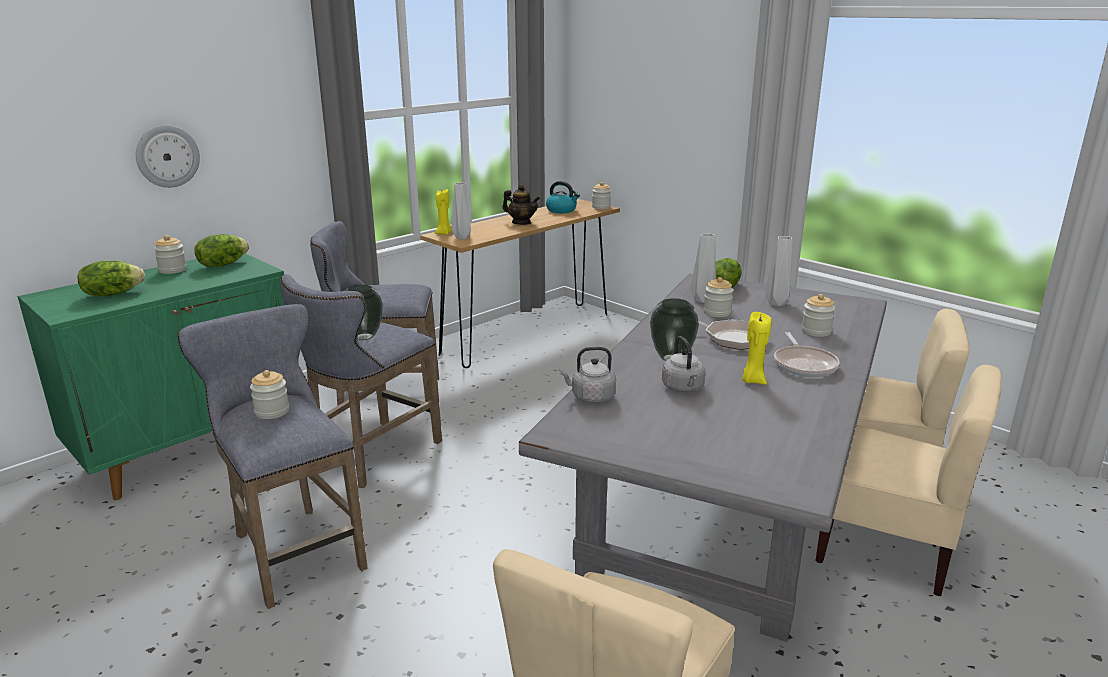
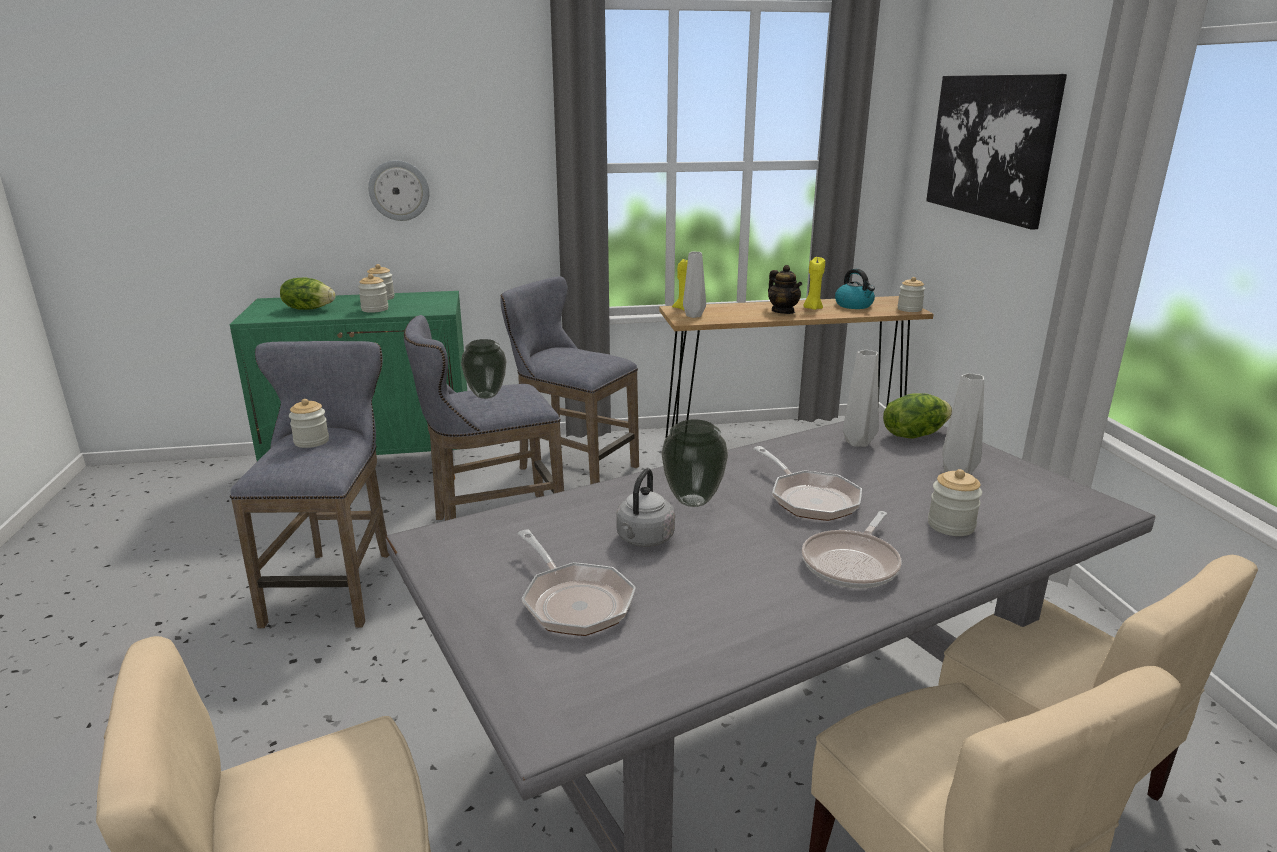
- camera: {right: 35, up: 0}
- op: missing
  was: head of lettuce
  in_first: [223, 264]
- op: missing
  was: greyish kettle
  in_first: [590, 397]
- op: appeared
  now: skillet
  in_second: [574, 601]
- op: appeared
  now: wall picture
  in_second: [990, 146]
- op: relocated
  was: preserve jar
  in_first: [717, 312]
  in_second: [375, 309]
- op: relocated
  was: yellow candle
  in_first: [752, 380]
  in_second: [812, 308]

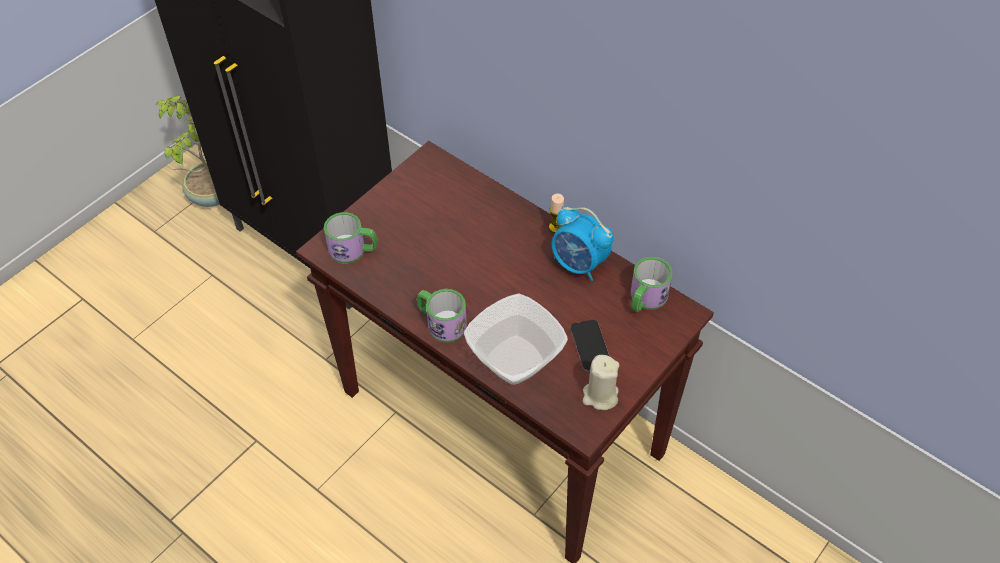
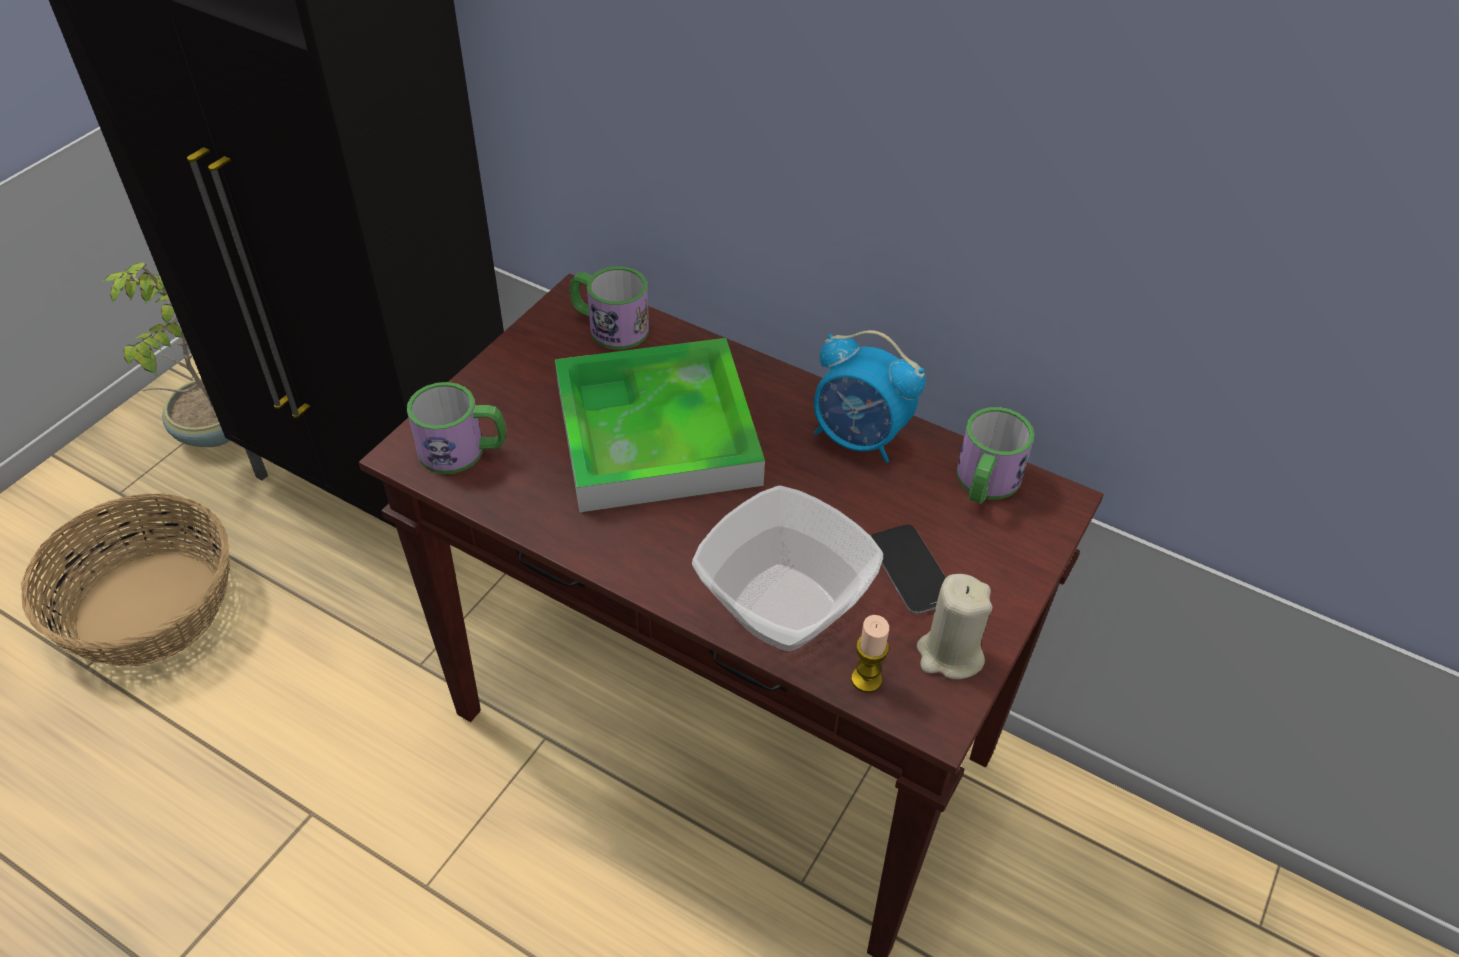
- camera: {right: -10, up: -5}
- op: appeared
  now: household basket
  in_second: [151, 608]
- op: appeared
  now: serving tray
  in_second: [656, 433]
- op: relocated
  was: tea mug
  in_first: [441, 323]
  in_second: [609, 326]
- op: relocated
  was: candle
  in_first: [556, 227]
  in_second: [866, 679]

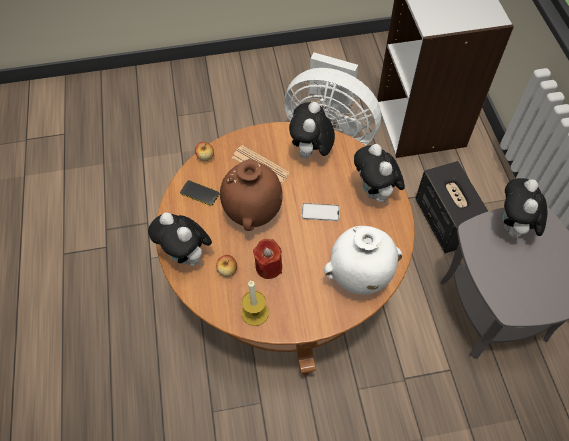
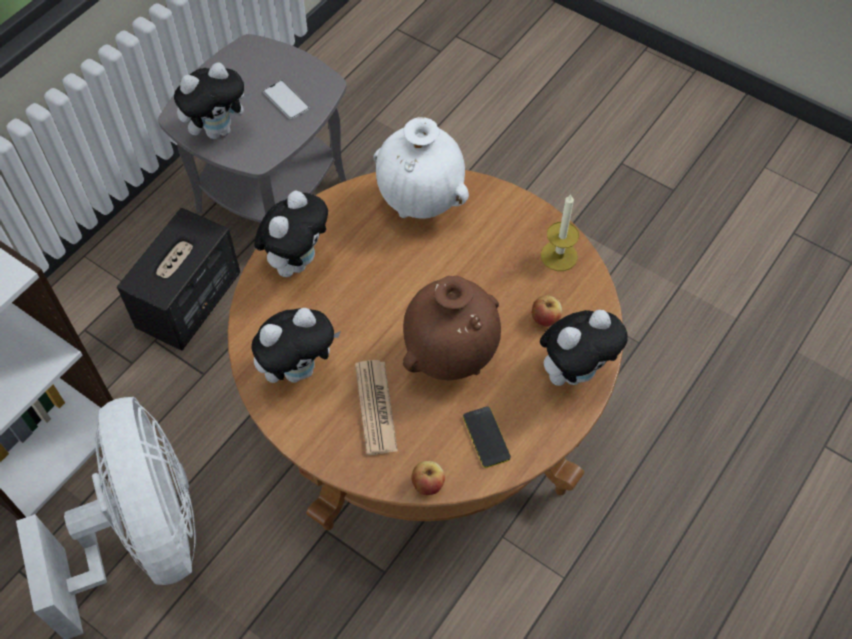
- camera: {right: -135, up: 0}
- op: missing
  was: red candle
  in_first: [268, 267]
- op: relocated
  was: phone
  in_first: [320, 212]
  in_second: [286, 100]
- op: spun
  was: cuddly toy
  in_first: [187, 256]
  in_second: [575, 371]
  clockwise: 60

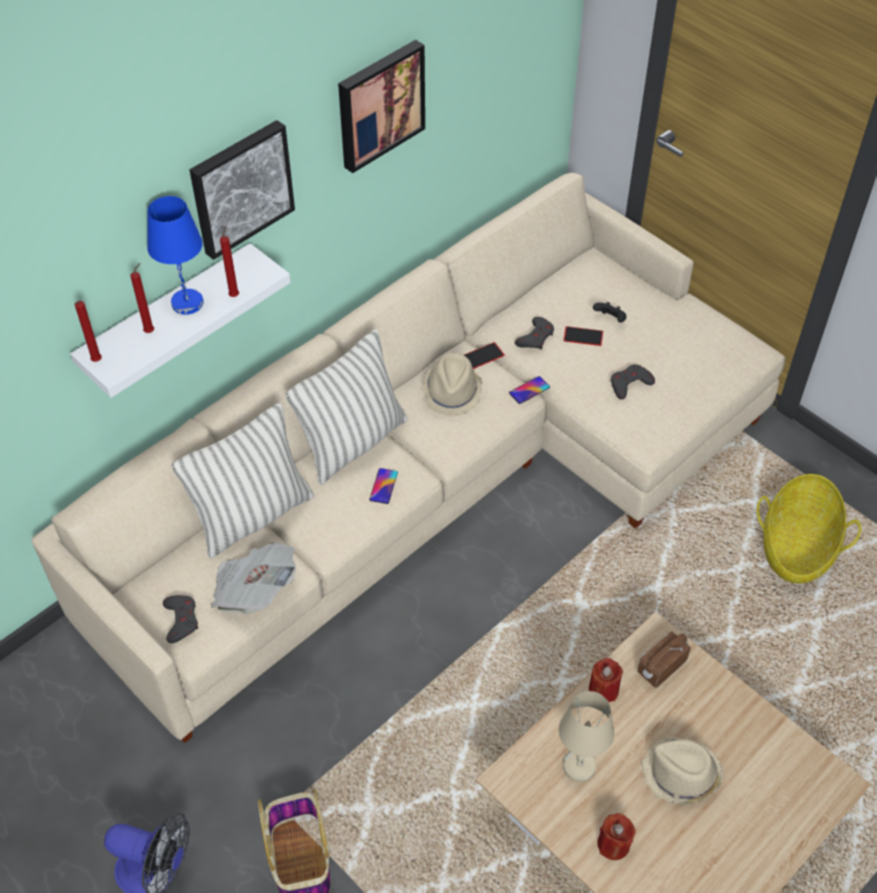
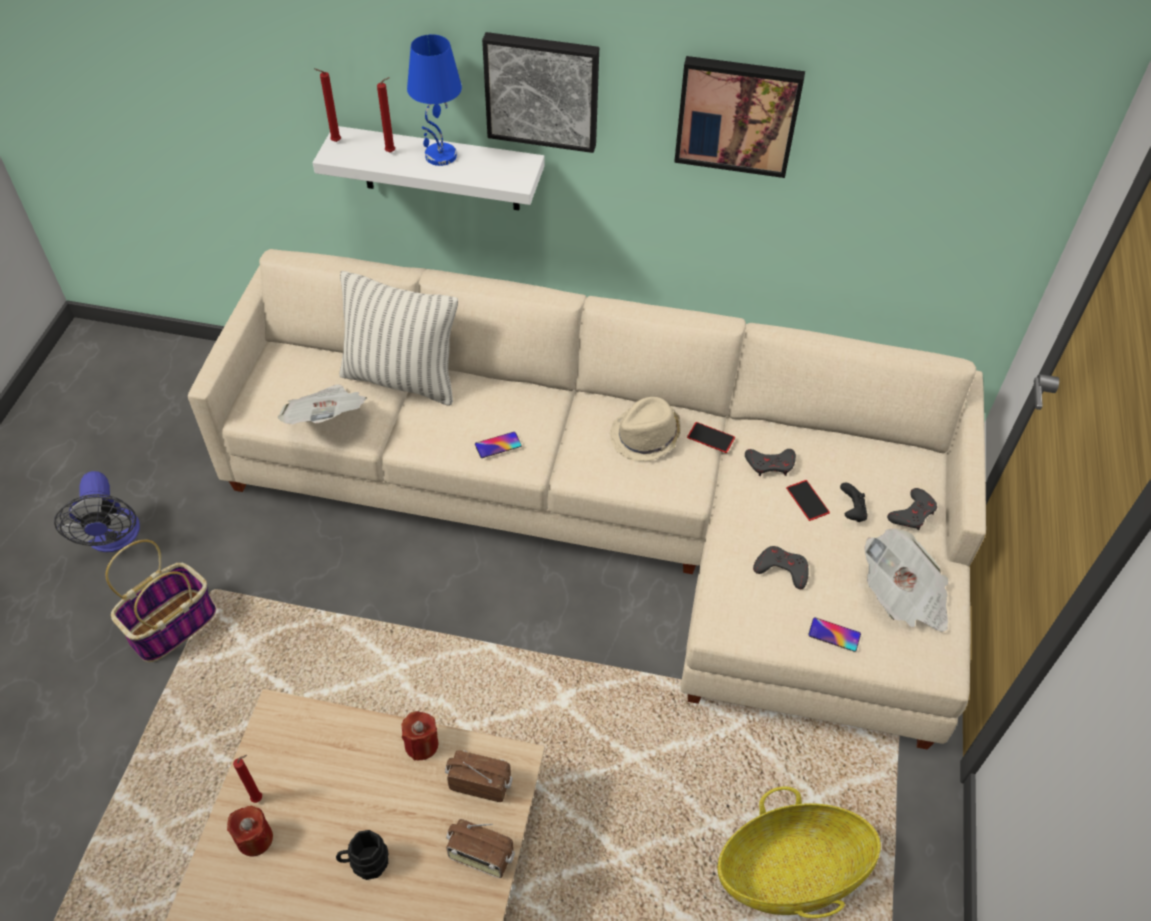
- camera: {right: 55, up: 0}
- op: missing
  was: cushion
  in_first: [353, 443]
- op: missing
  was: sand-coloured tabletop lamp
  in_first: [578, 766]
- op: appeared
  now: radio receiver
  in_second: [480, 856]
- op: appeared
  now: newspaper
  in_second: [903, 597]
- op: relocated
  was: greyish joypad
  in_first: [181, 620]
  in_second: [912, 513]
- op: relocated
  was: red candle
  in_first: [235, 295]
  in_second: [259, 798]
- op: relocated
  was: phone
  in_first: [529, 390]
  in_second: [834, 634]
- op: exchanged
  was: sand-coloured hat
  now: black-coloured tea mug
  in_first: [680, 775]
  in_second: [365, 863]

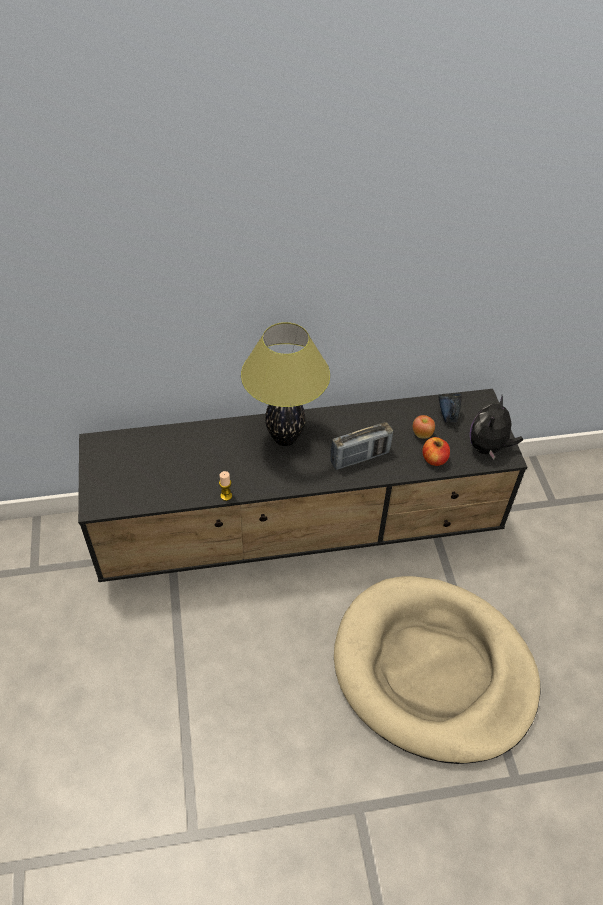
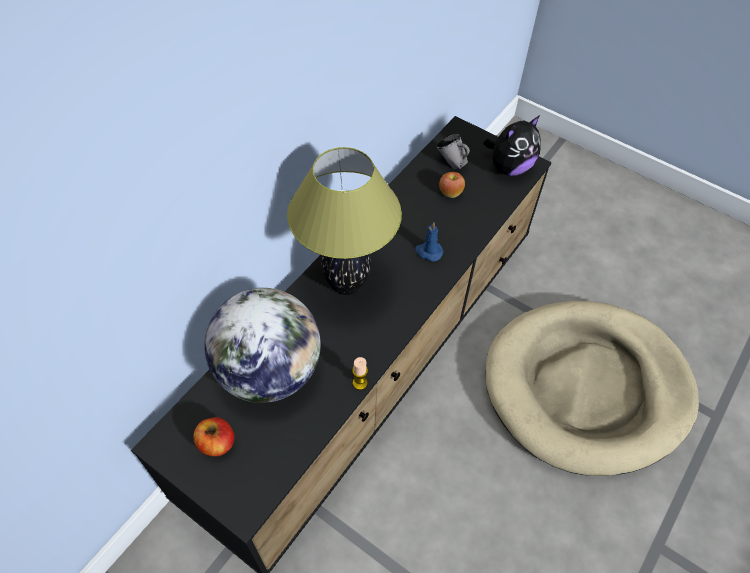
- camera: {right: -45, up: 5}
- op: appeared
  now: globe
  in_second: [269, 371]
- op: relocated
  was: whole apple
  in_first: [434, 459]
  in_second: [217, 443]
- op: exchanged
  was: radio receiver
  now: blue candle
  in_first: [360, 457]
  in_second: [428, 252]
- op: colour
  was: blue tea mug
  now: greyish tea mug
  in_first: [447, 417]
  in_second: [451, 164]
- op: spun
  was: cuddly toy
  in_first: [488, 447]
  in_second: [509, 167]
  clockwise: -105

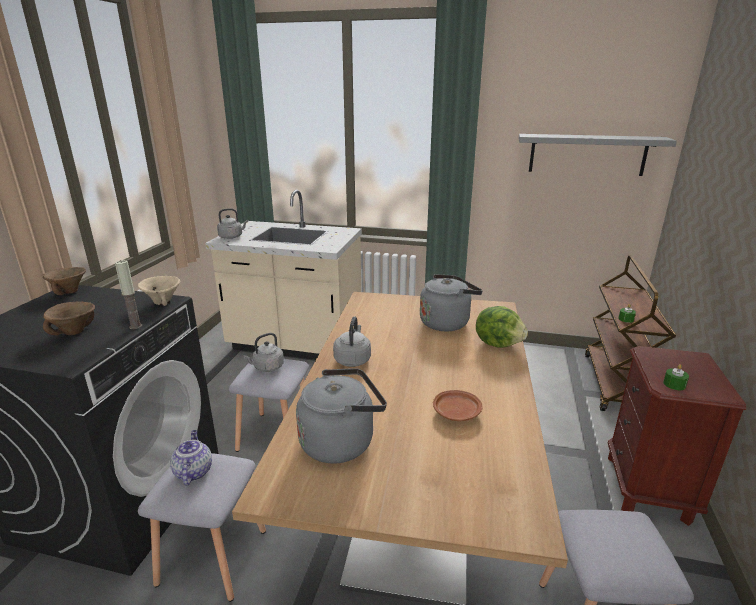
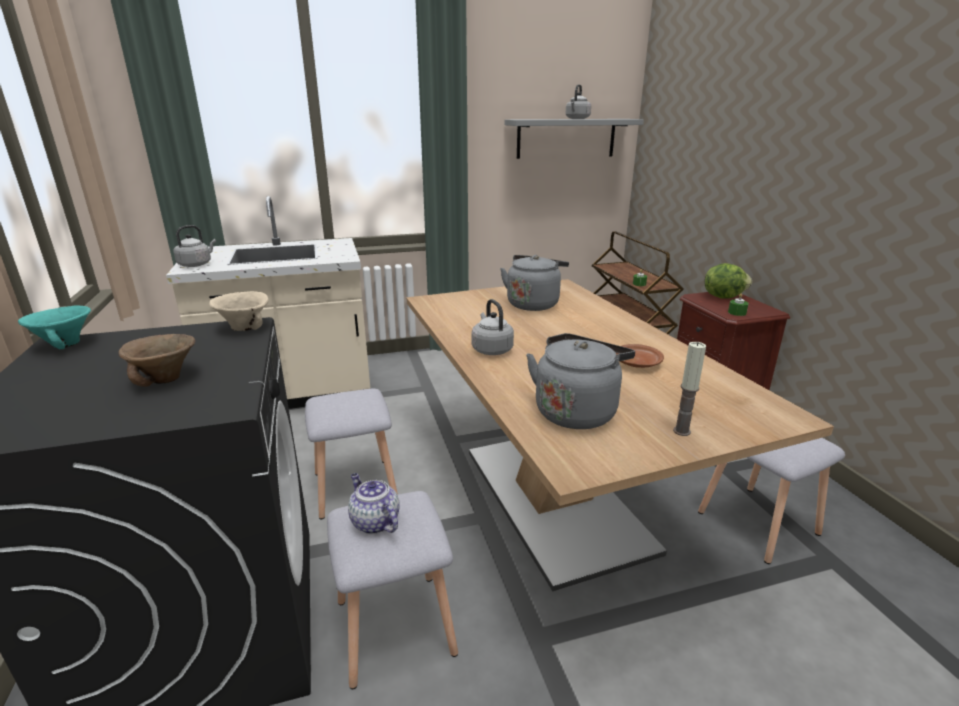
- camera: {right: -30, up: 0}
- op: relocated
  was: candle
  in_first: [135, 326]
  in_second: [682, 431]
- op: relocated
  was: greyish kettle
  in_first: [267, 367]
  in_second: [577, 119]
- op: relocated
  was: head of lettuce
  in_first: [498, 343]
  in_second: [723, 296]
- op: colour
  was: brown-coloured bowl
  now: blue-green bowl
  in_first: [70, 292]
  in_second: [66, 345]

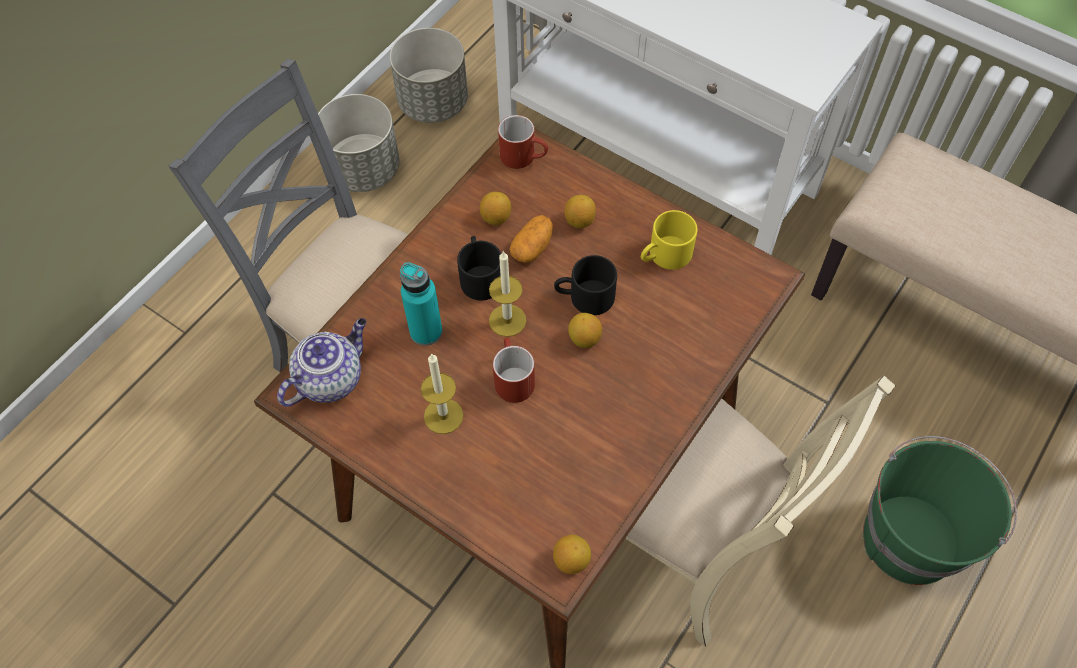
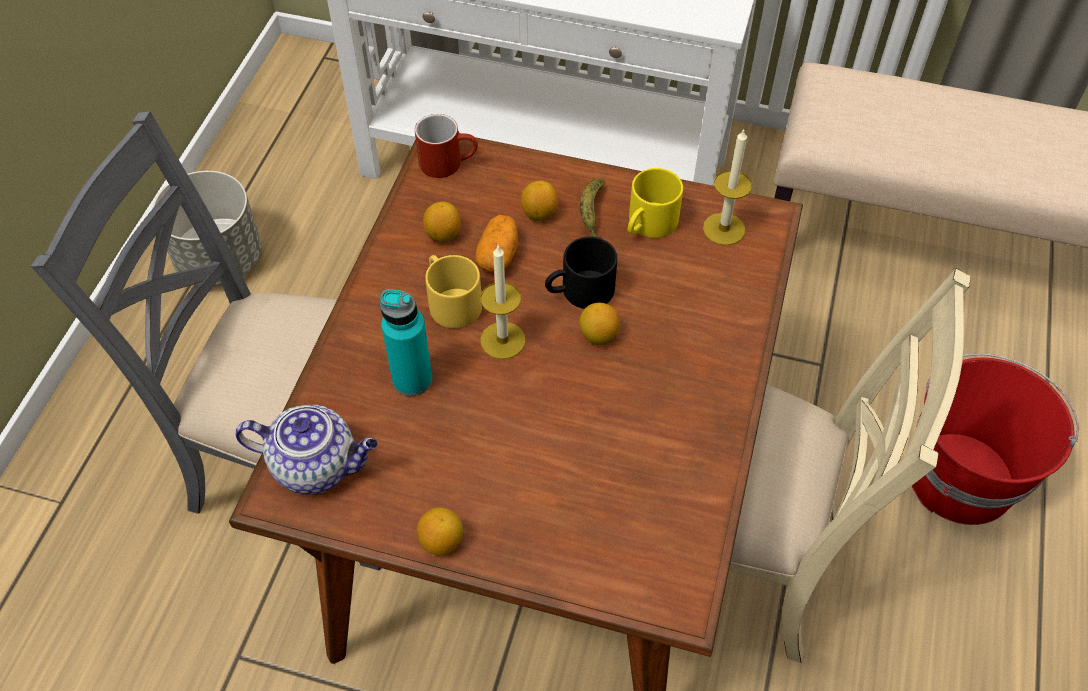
- camera: {right: -20, up: -5}
- op: missing
  was: greyish planter
  in_first: [433, 102]
- op: missing
  was: red tea mug
  in_first: [511, 378]
- op: appeared
  now: banana fruit
  in_second: [592, 214]
- op: relocated
  was: candle
  in_first: [443, 416]
  in_second: [723, 229]
- op: relocated
  was: lemon
  in_first: [571, 560]
  in_second: [441, 541]
- op: colour
  was: black-coloured tea mug
  now: yellow tea mug
  in_first: [479, 276]
  in_second: [450, 301]
- op: colour
  was: green-coloured bucket
  now: red bucket
  in_first: [911, 536]
  in_second: [961, 475]
- op: spun
  was: pot for tea
  in_first: [330, 378]
  in_second: [317, 465]
  clockwise: 75

